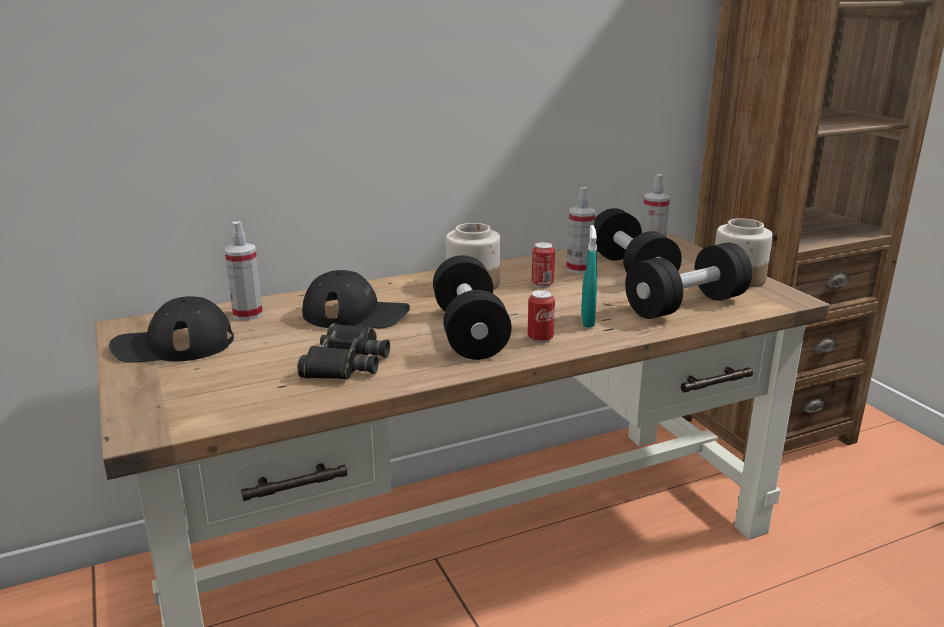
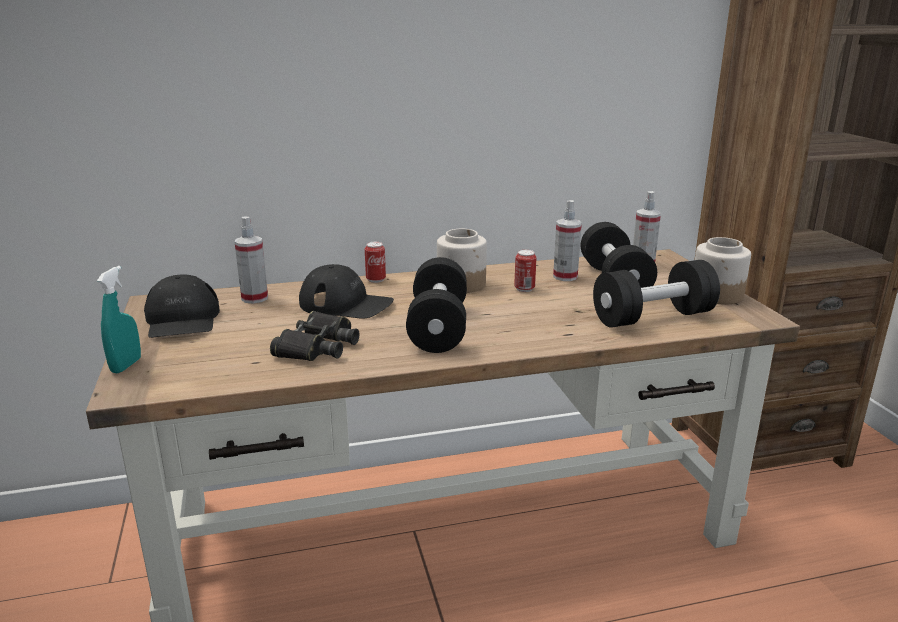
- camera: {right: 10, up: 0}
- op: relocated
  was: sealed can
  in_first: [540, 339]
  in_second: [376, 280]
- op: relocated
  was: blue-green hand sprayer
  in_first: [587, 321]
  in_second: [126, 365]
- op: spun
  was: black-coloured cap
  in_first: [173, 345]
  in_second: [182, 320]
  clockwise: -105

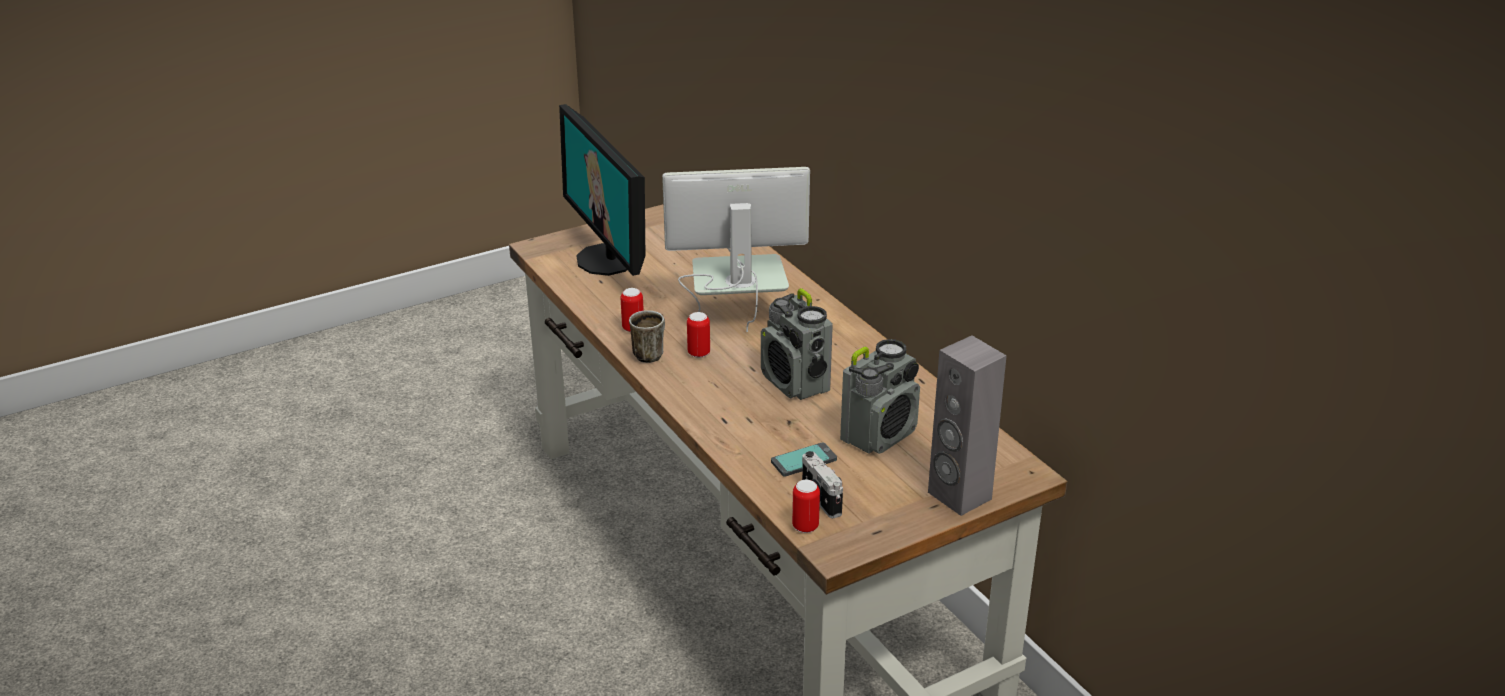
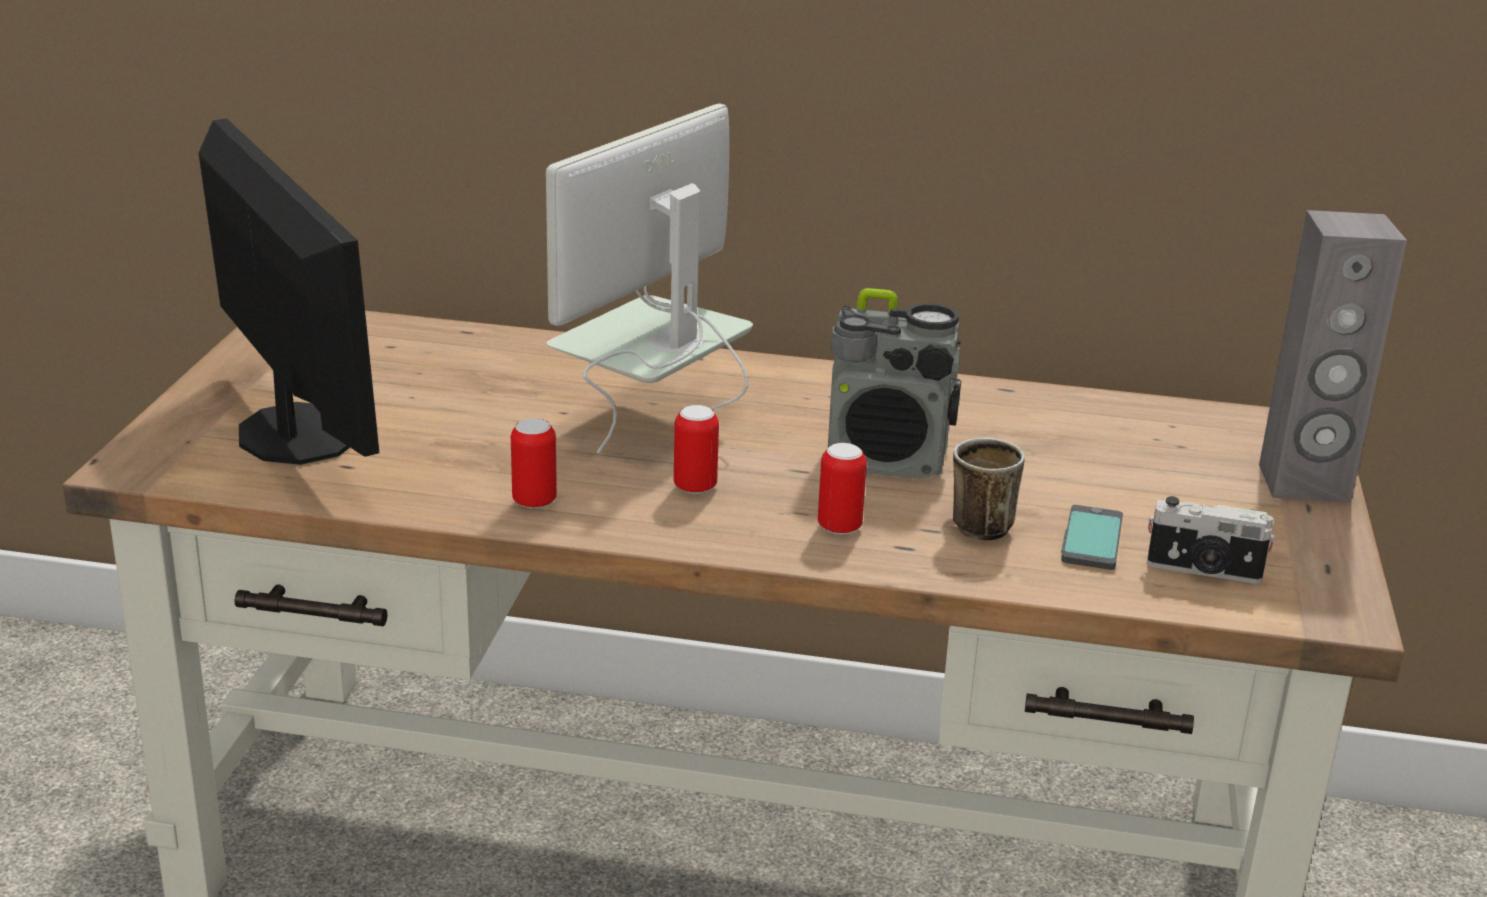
- camera: {right: -50, up: -5}
- op: missing
  was: radio receiver
  in_first: [879, 435]
- op: relocated
  was: tea mug
  in_first: [650, 353]
  in_second: [973, 524]
- op: relocated
  was: sealed can
  in_first: [805, 526]
  in_second: [839, 527]
- op: spun
  was: monitor
  in_first: [607, 259]
  in_second: [295, 434]
  clockwise: -135

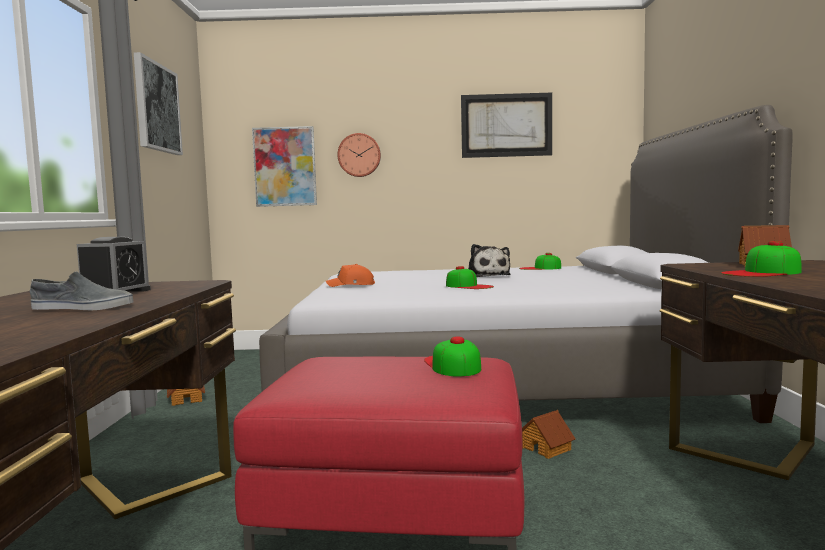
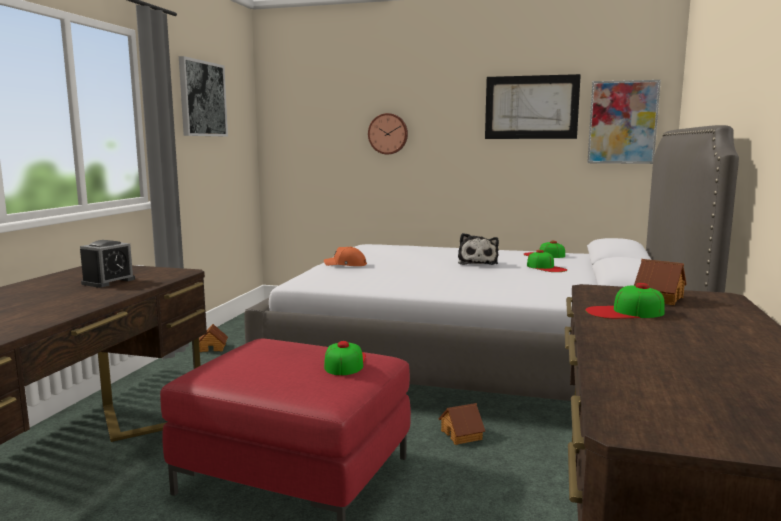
- camera: {right: 15, up: 5}
- op: missing
  was: greyish item of footwear
  in_first: [81, 308]
- op: relocated
  was: wall picture
  in_first: [285, 166]
  in_second: [622, 122]
- op: relocated
  was: cap
  in_first: [469, 286]
  in_second: [546, 267]

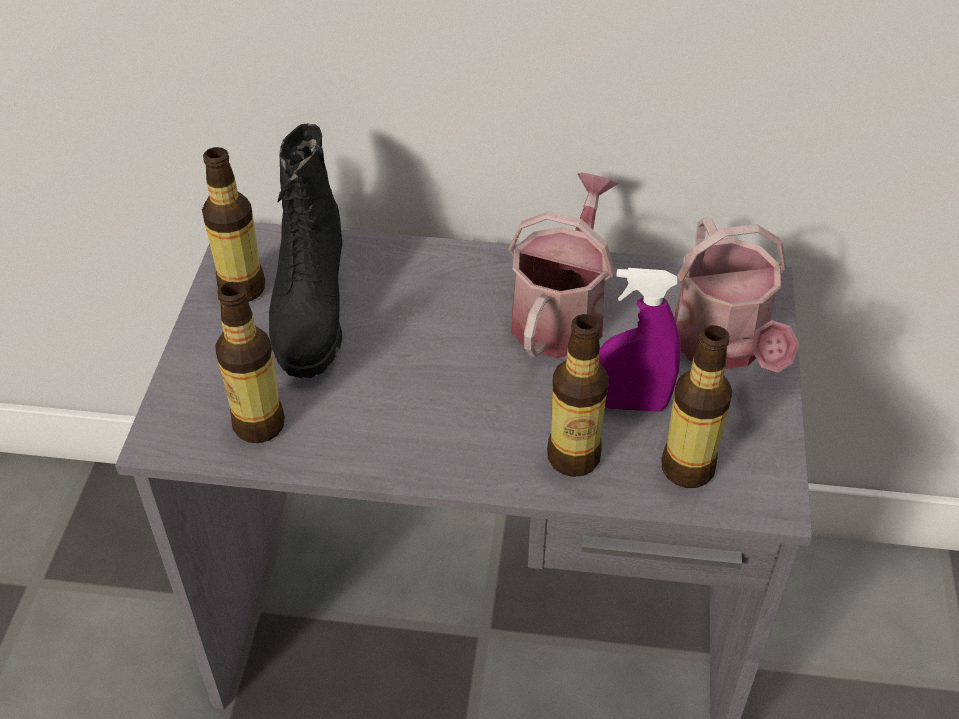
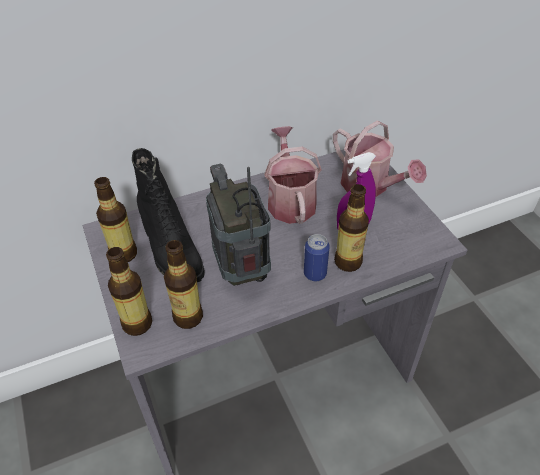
- camera: {right: -30, up: 0}
- op: appeared
  now: radio receiver
  in_second: [242, 271]
- op: appeared
  now: sealed can
  in_second: [315, 274]
- op: relocated
  was: bottle
  in_first: [687, 468]
  in_second: [137, 324]

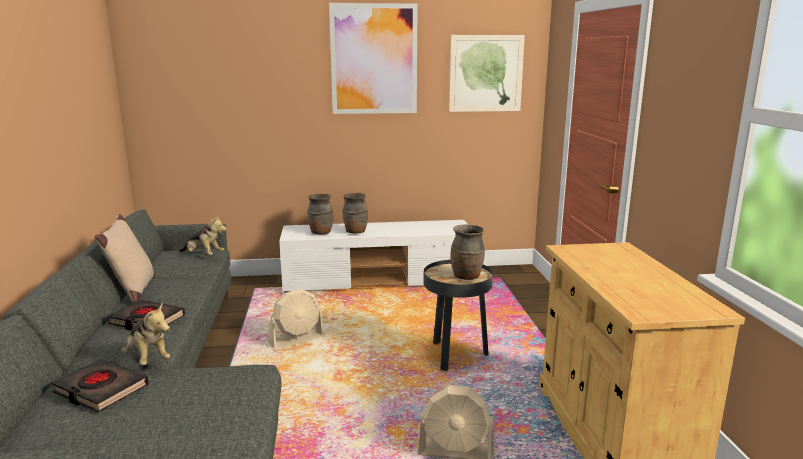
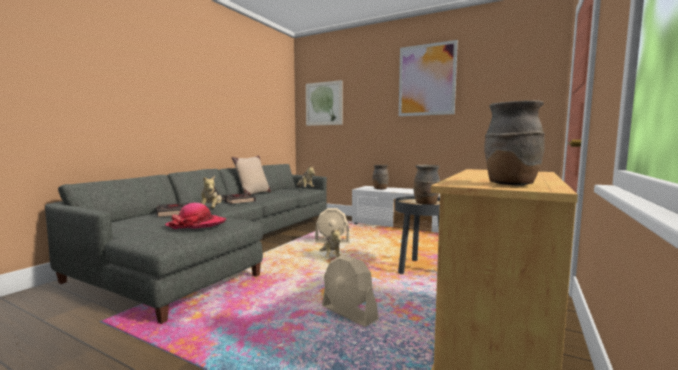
- camera: {right: 35, up: -10}
- op: appeared
  now: hat
  in_second: [196, 224]
- op: appeared
  now: cuddly toy
  in_second: [331, 257]
- op: relocated
  was: brown-coloured vase
  in_first: [355, 232]
  in_second: [510, 184]
- op: relocated
  was: wall picture
  in_first: [486, 73]
  in_second: [323, 103]

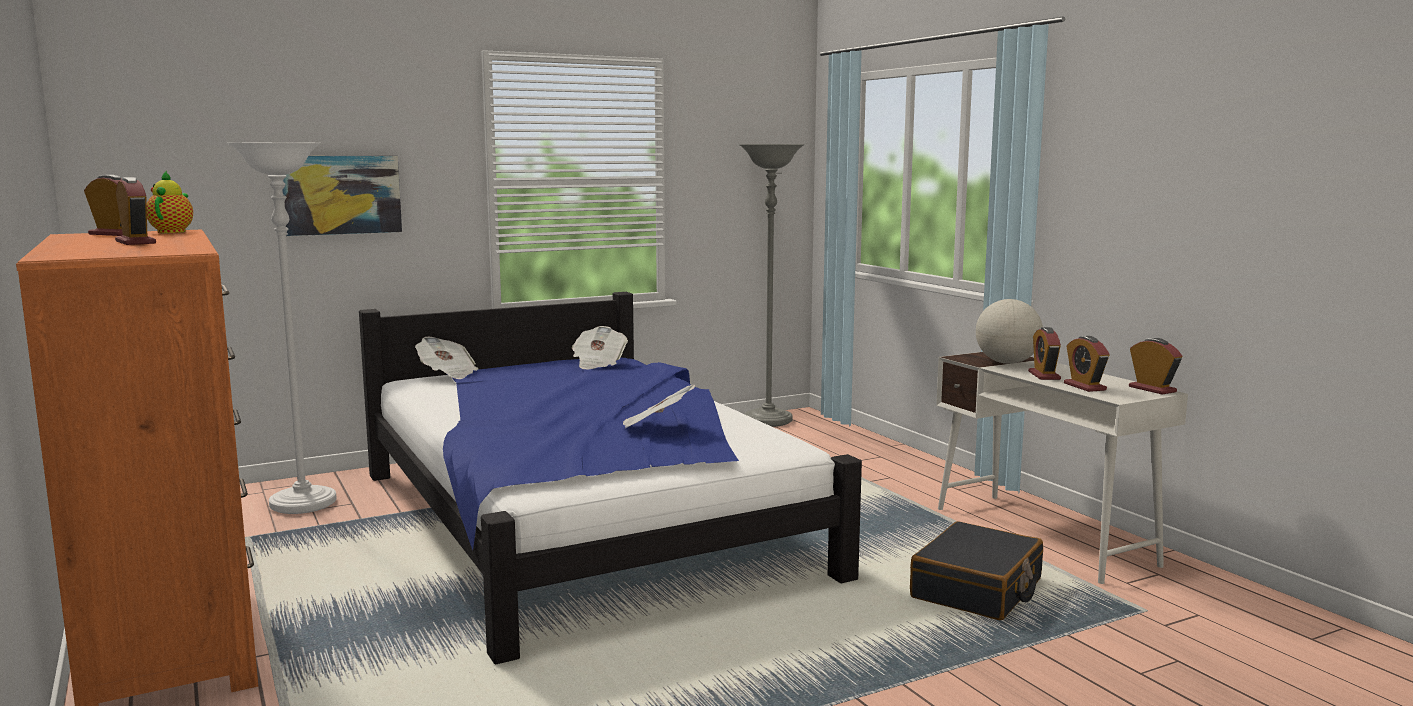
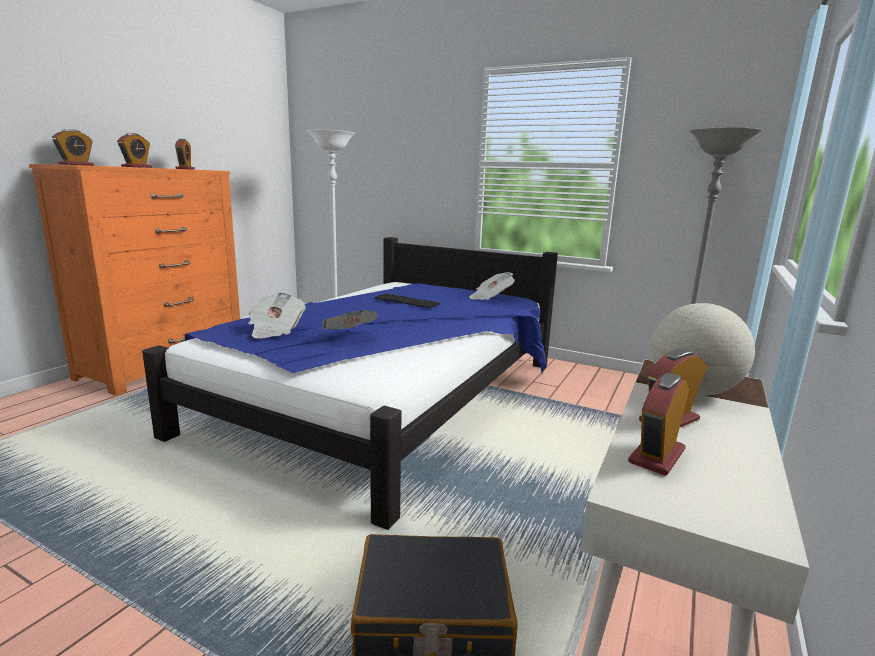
- camera: {right: 55, up: 5}
- op: missing
  was: pot for tea
  in_first: [173, 232]
- op: missing
  was: wall picture
  in_first: [339, 195]
- op: appeared
  now: keyboard
  in_second: [407, 301]
- op: relocated
  was: newspaper
  in_first: [447, 374]
  in_second: [275, 330]
- op: relocated
  was: bedside clock
  in_first: [1152, 389]
  in_second: [76, 165]

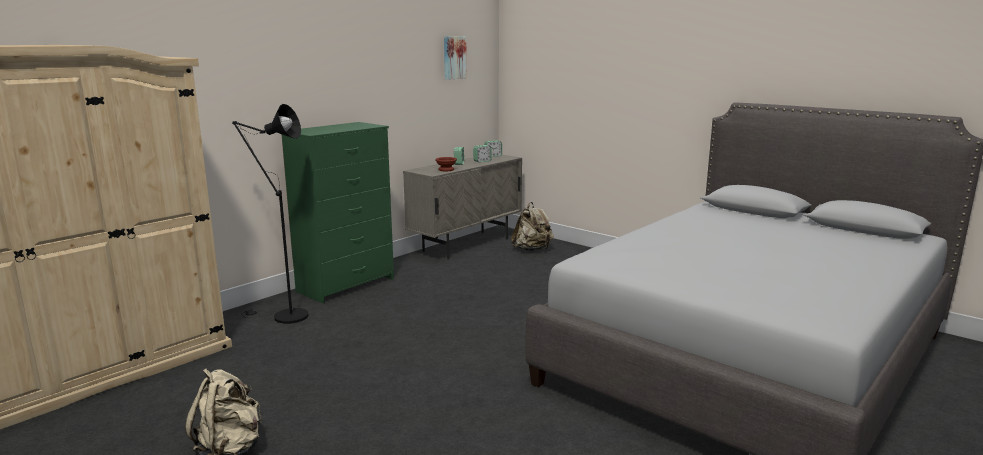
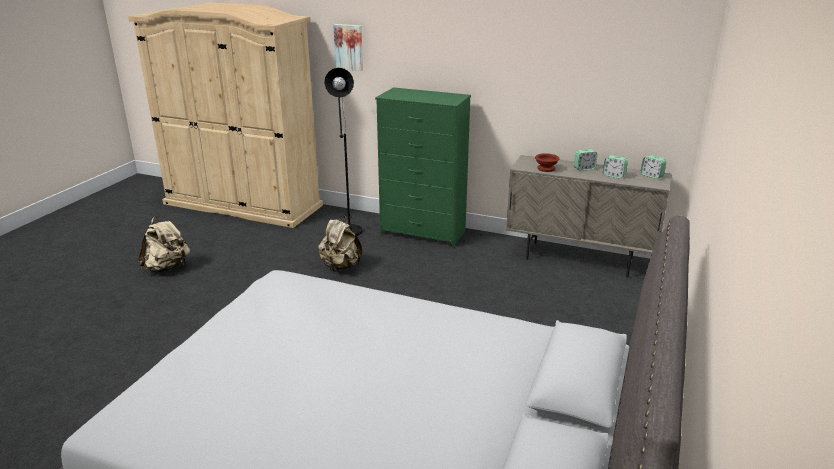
- camera: {right: 70, up: 10}
- op: relocated
  was: wall picture
  in_first: [454, 57]
  in_second: [349, 47]
- op: relocated
  was: sand-coloured knapsack
  in_first: [532, 250]
  in_second: [340, 267]

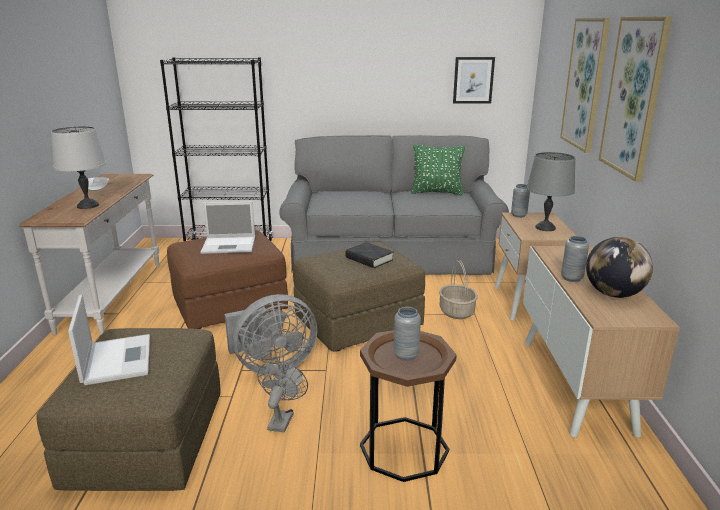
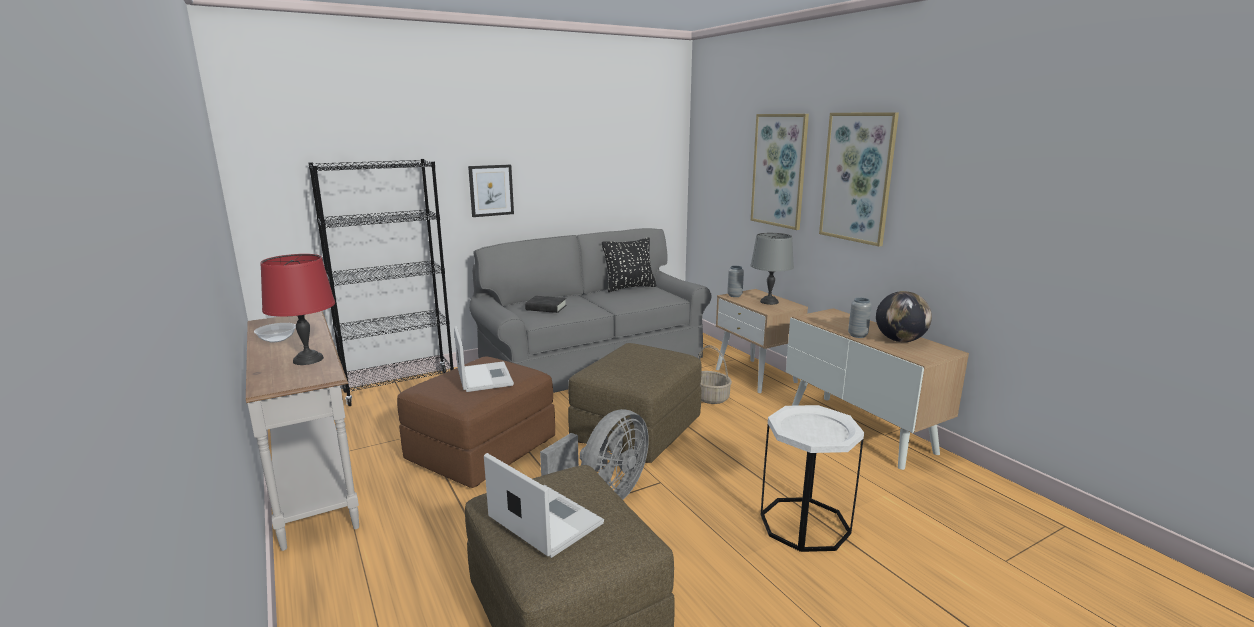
- camera: {right: -30, up: -5}
- op: missing
  was: greyish fan
  in_first: [282, 418]
- op: missing
  was: greyish vase
  in_first: [406, 355]
- op: relocated
  was: black-coloured bound book
  in_first: [369, 259]
  in_second: [546, 308]
- op: relocated
  was: wall picture
  in_first: [473, 80]
  in_second: [491, 190]
- op: colour
  was: greyish tabletop lamp
  now: red tabletop lamp
  in_first: [88, 205]
  in_second: [308, 359]
- op: colour
  was: brown-coloured end table
  now: white-coloured end table
  in_first: [404, 448]
  in_second: [804, 524]
- op: colour
  was: green-coloured cushion
  now: black-coloured cushion
  in_first: [436, 192]
  in_second: [629, 287]
- op: spun
  was: notebook computer
  in_first: [230, 245]
  in_second: [484, 377]
  clockwise: -75

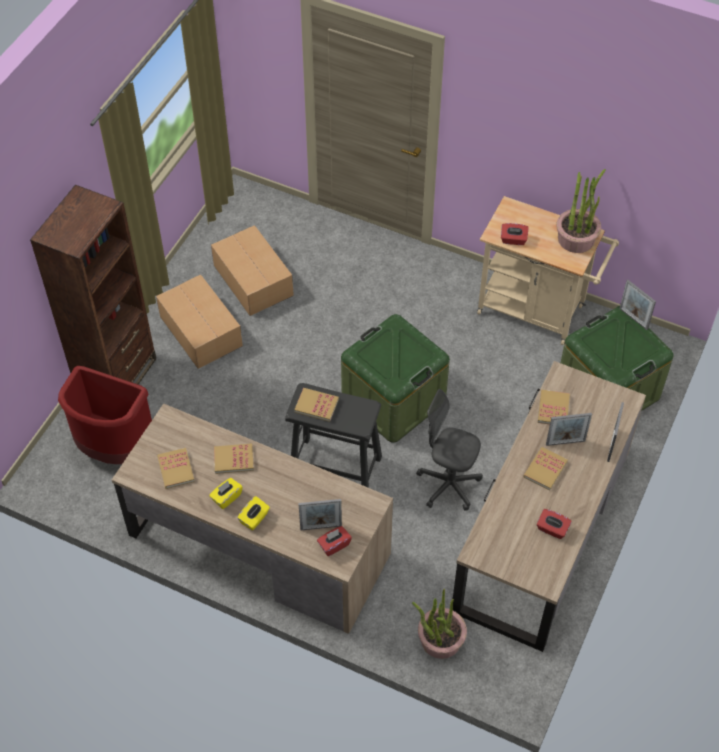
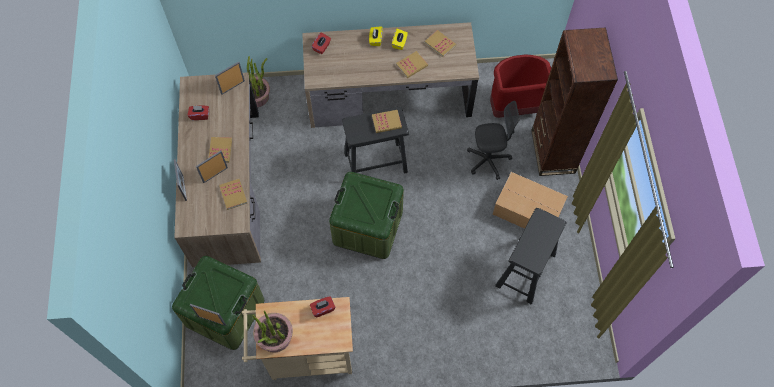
- camera: {right: 150, up: 10}
- op: relocated
  was: standing frame
  in_first: [321, 527]
  in_second: [232, 87]
- op: relocated
  was: greyish desk chair
  in_first: [448, 485]
  in_second: [488, 160]
- op: exchanged
  was: carton
  now: black-coloured sitting stool
  in_first: [253, 279]
  in_second: [525, 270]

